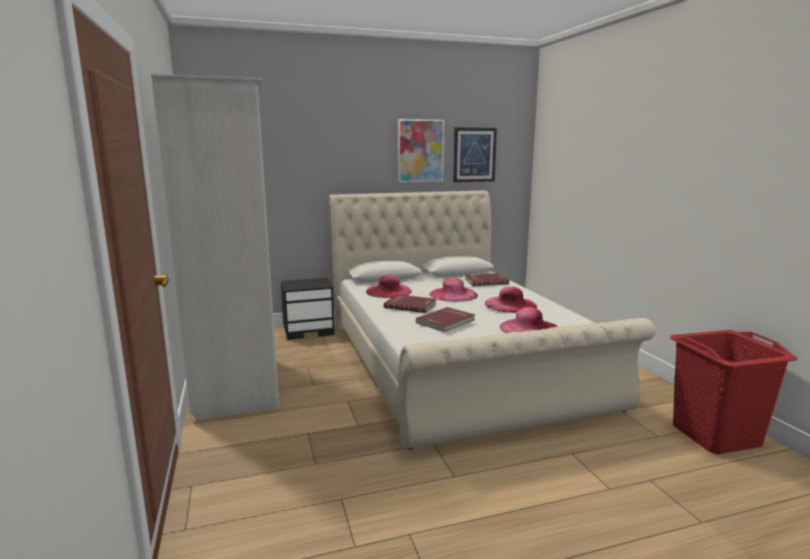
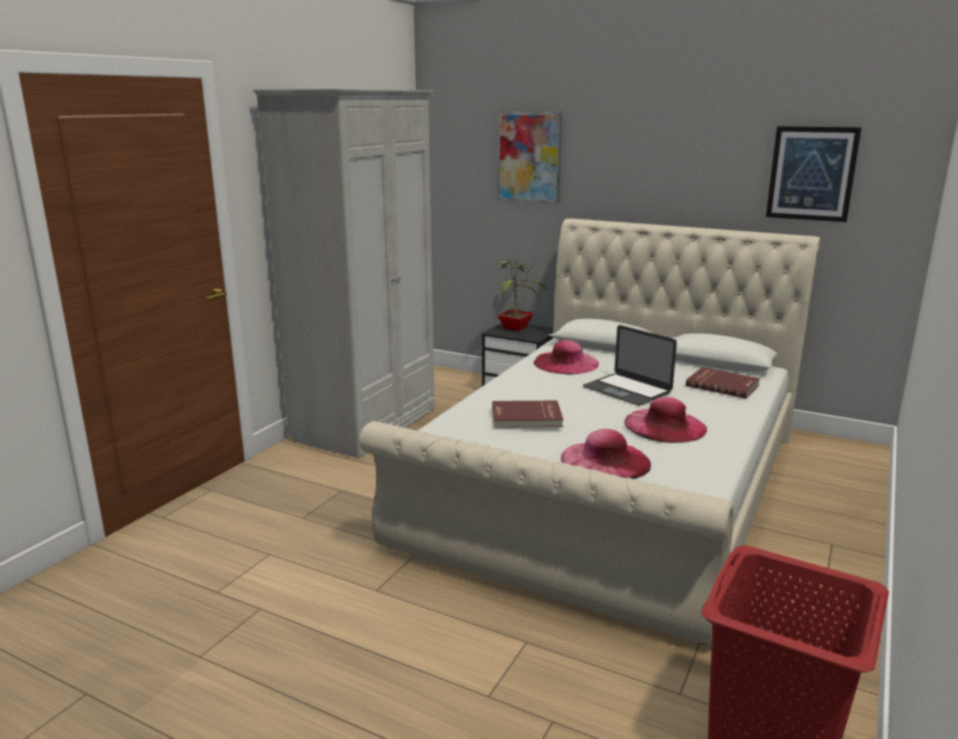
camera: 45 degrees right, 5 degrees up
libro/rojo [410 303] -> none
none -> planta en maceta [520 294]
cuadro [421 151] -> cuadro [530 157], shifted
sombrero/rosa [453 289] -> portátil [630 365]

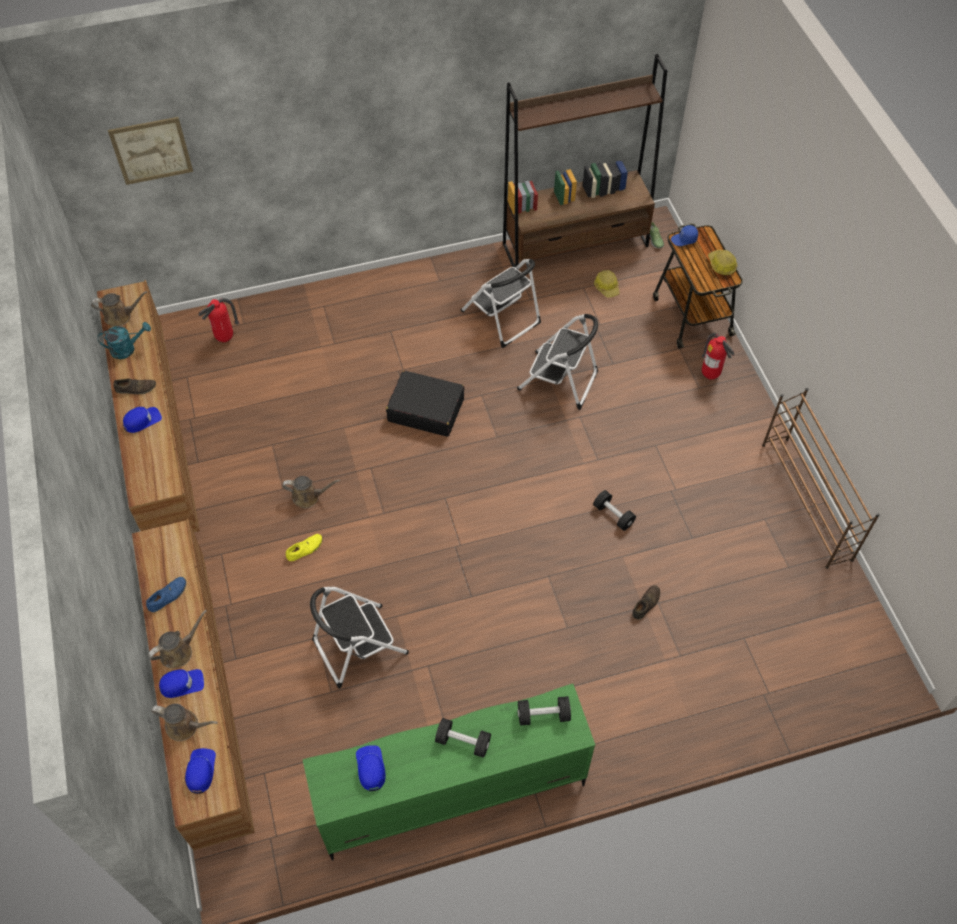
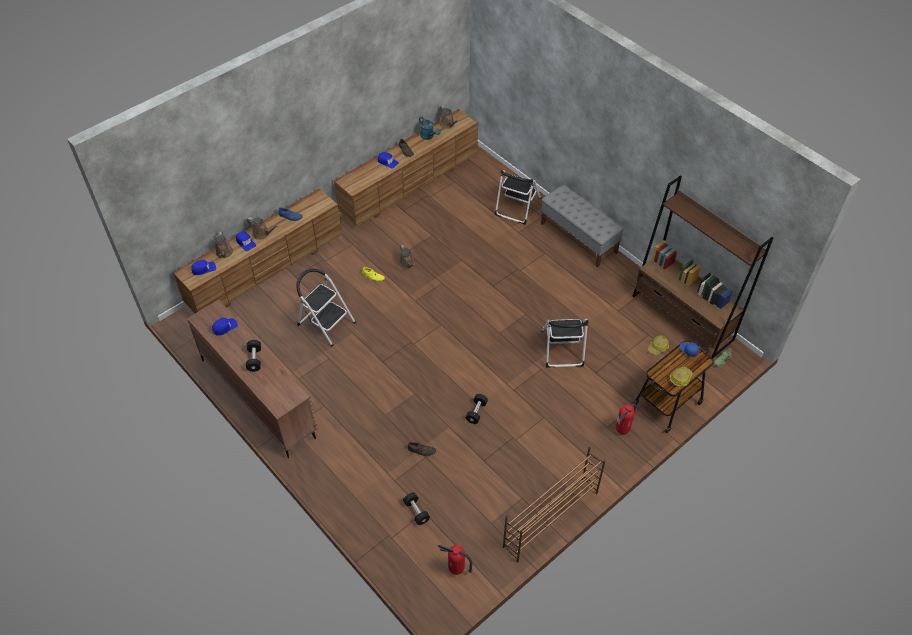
camera: 65 degrees right, 5 degrees down
cuadro [150 151] -> none
maleta/negro [425 404] -> none
none -> banco/gris [582 226]
extintor [218 320] -> extintor [454 560], shifted
escalera de tijera [501 303] -> escalera de tijera [518 197], shifted
mancuerna/negro [544 711] -> mancuerna/negro [416 508], shifted
cómoda/verde [448 772] -> cómoda/marrón [252 378]

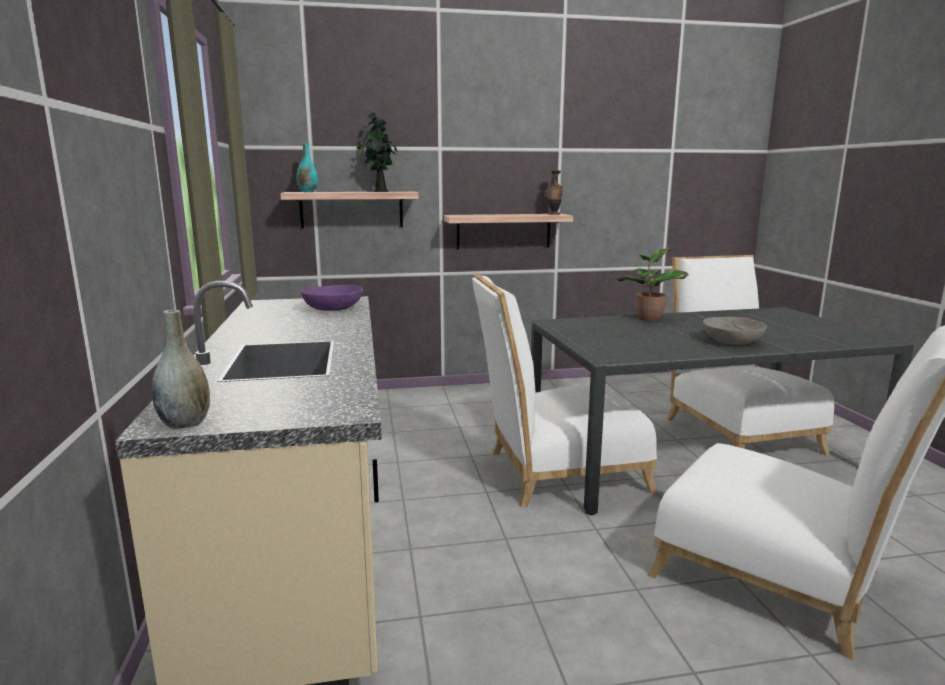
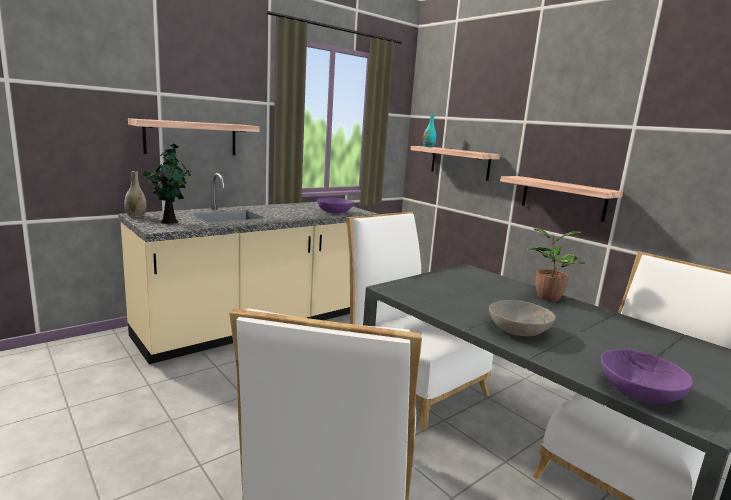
camera: 60 degrees right, 0 degrees up
florero [555 192] -> none
none -> estante [193 136]
none -> cuenco/morado [647 376]
planta en maceta [377 152] -> planta en maceta [166 184], shifted

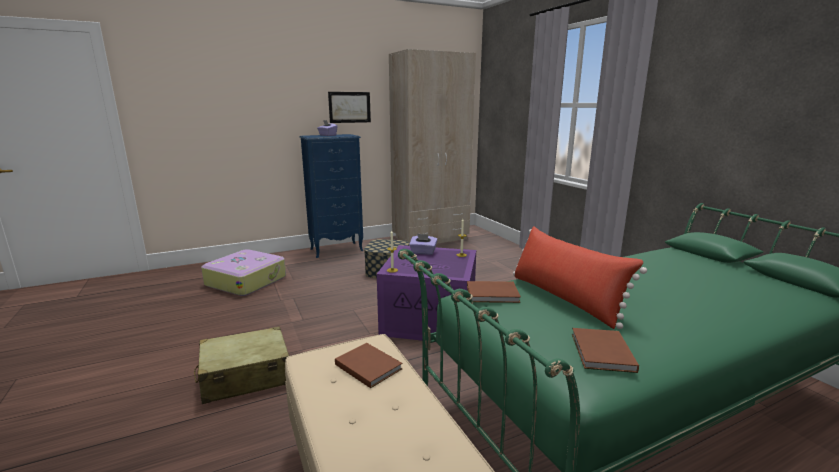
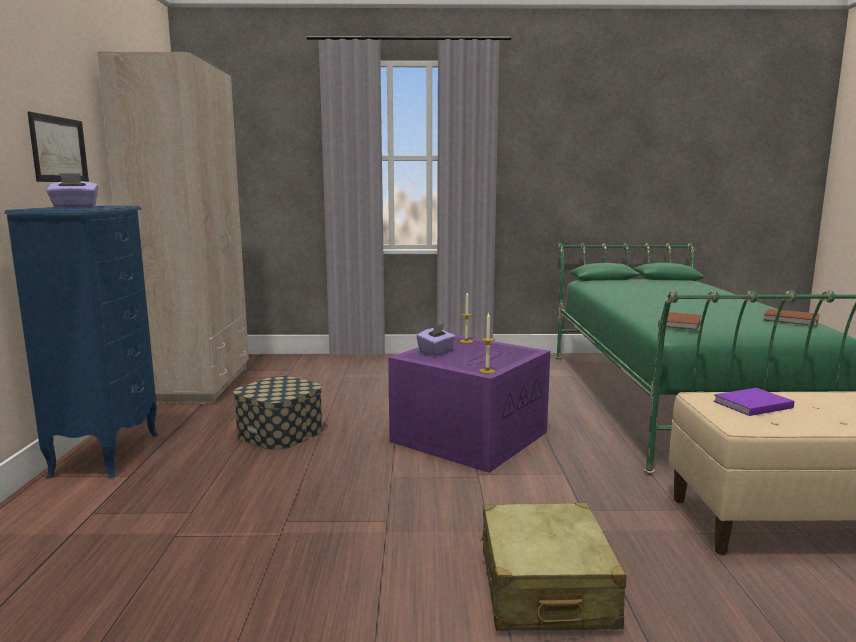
camera: 65 degrees left, 5 degrees down
maleta [243 272] -> none
cojín/rojo [580 277] -> none
libro/marrón [368 365] -> libro/morado [753 402]

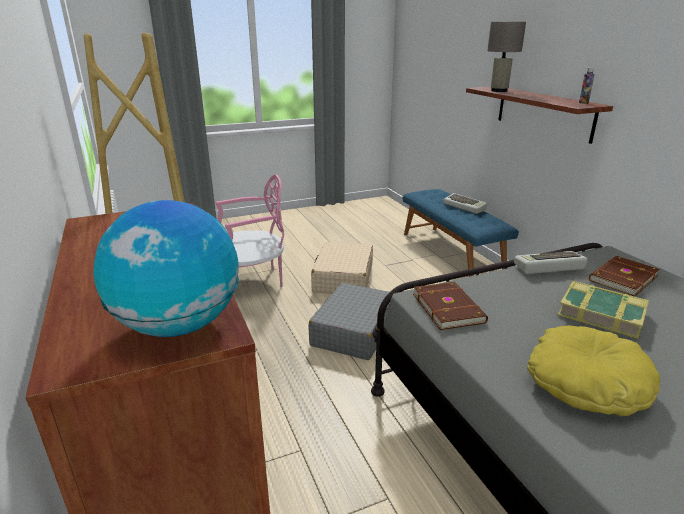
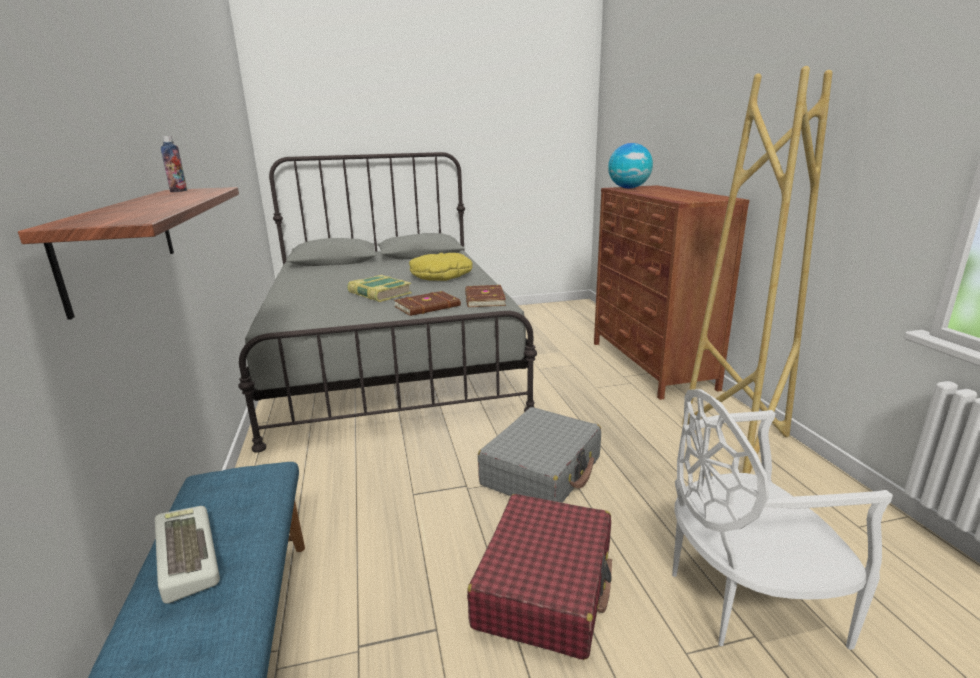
camera: 170 degrees left, 5 degrees down
lámpara de mesa/gris [507 57] -> none
teclado [551 262] -> none
libro/marrón [624 276] -> libro/marrón [427 303], shifted
silla/rosa [250 230] -> silla/blanco [782 519]
maleta/beis [342 268] -> maleta/rojo [539 577]

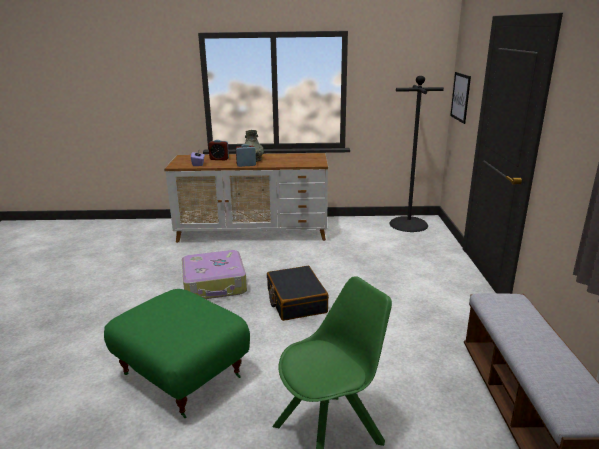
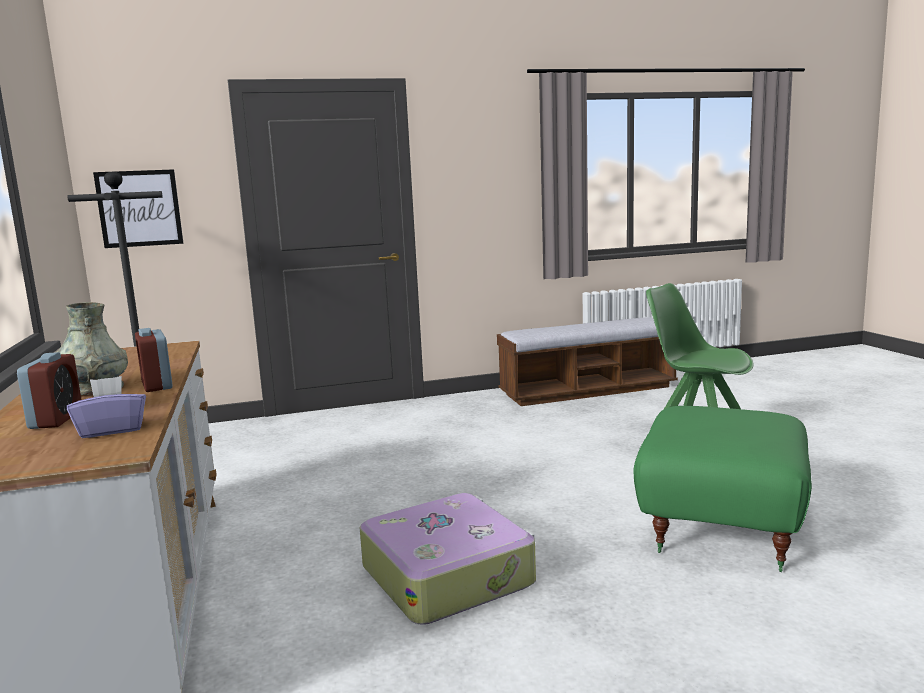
camera: 105 degrees left, 10 degrees down
maleta/negro [298 293] -> none

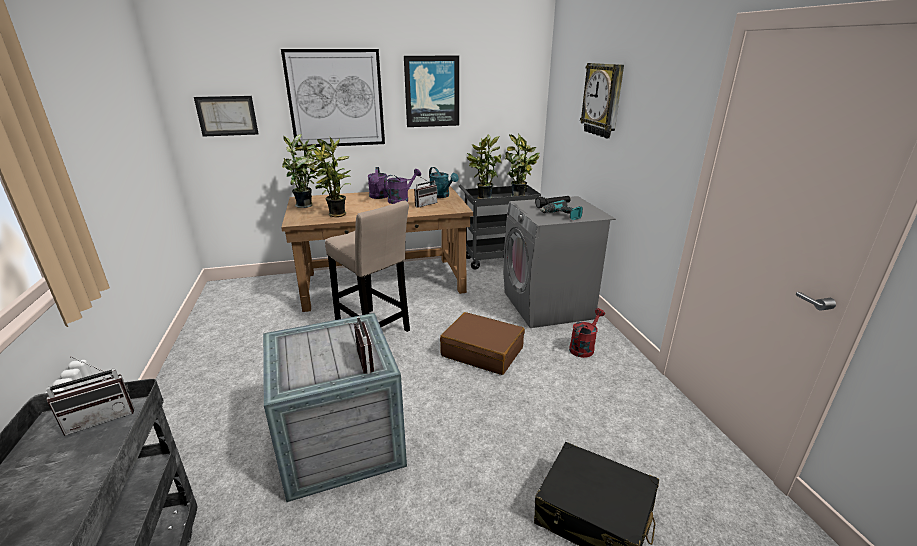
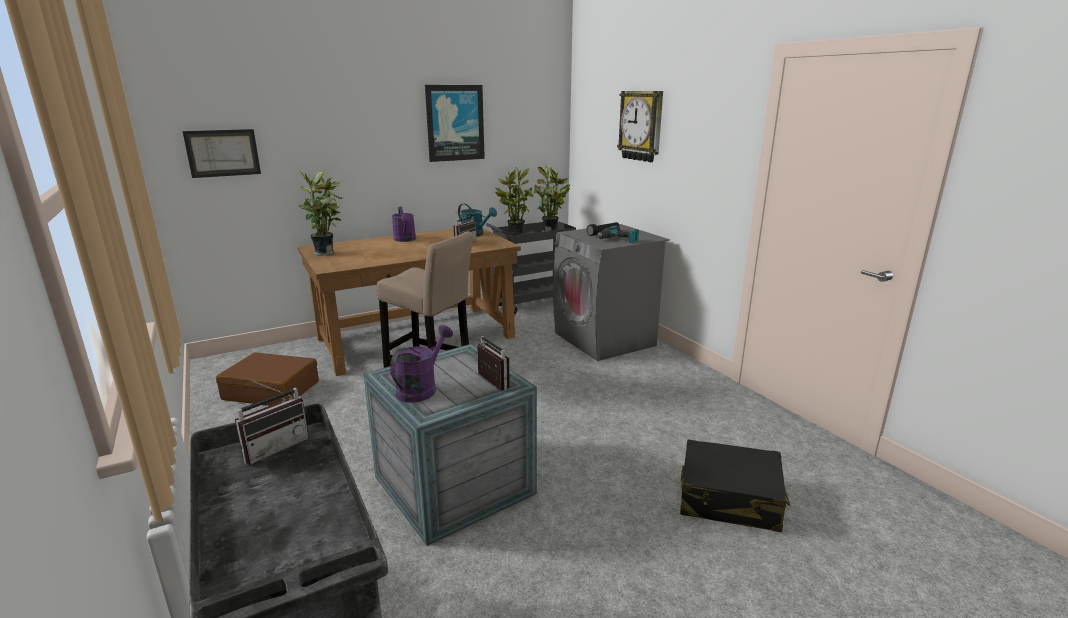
camera: 15 degrees left, 5 degrees down
cuadro [333 98] -> none
planta en maceta [329 177] -> none
regadera/rojo [587 333] -> none
regadera/morado [402 186] -> regadera/morado [421 364], shifted
maleta/marrón [482 343] -> maleta/marrón [267 379], shifted

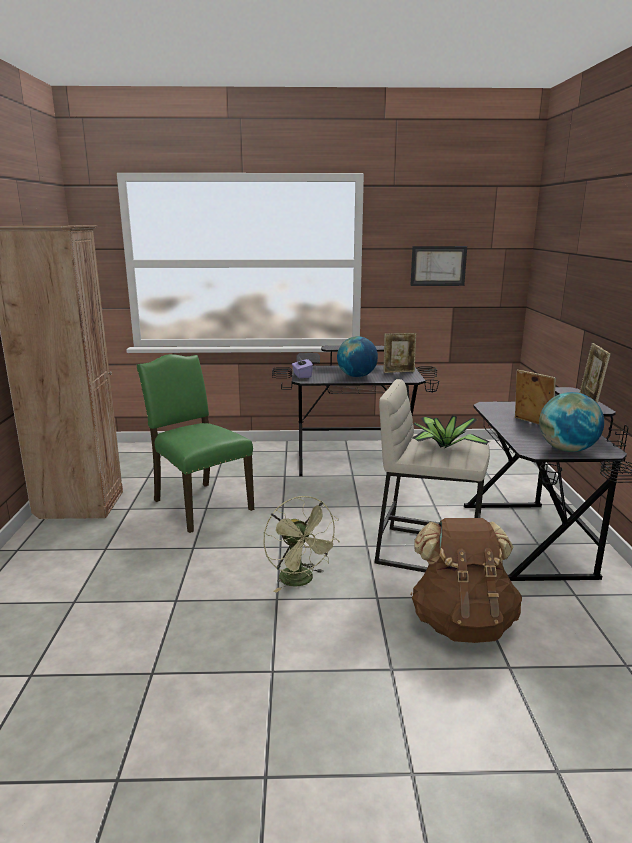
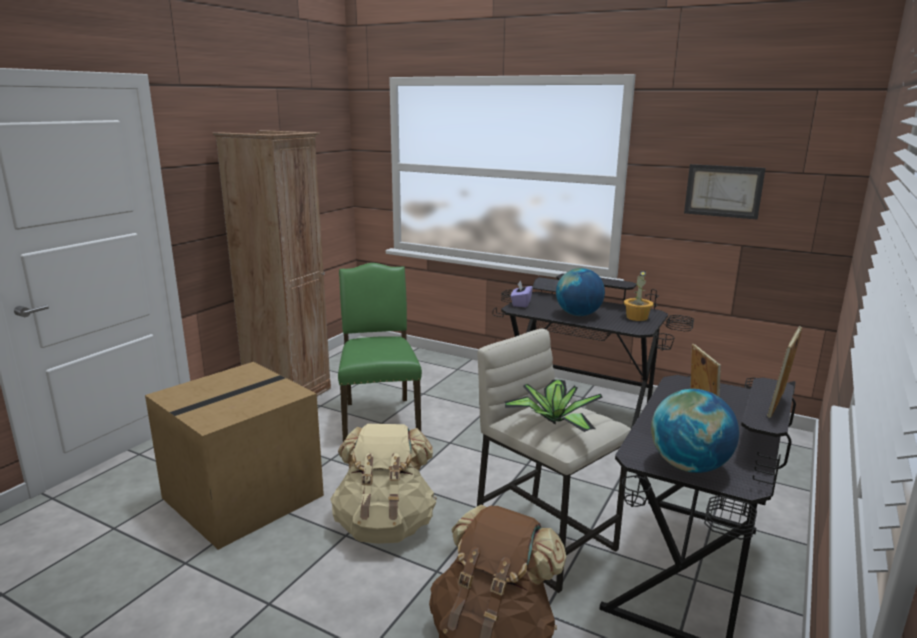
camera: 30 degrees right, 0 degrees up
none -> caja de cartón [234 456]
ventilador/verde [301 544] -> mochila/beis [383 484]
portarretratos [399 353] -> planta en maceta [639 296]

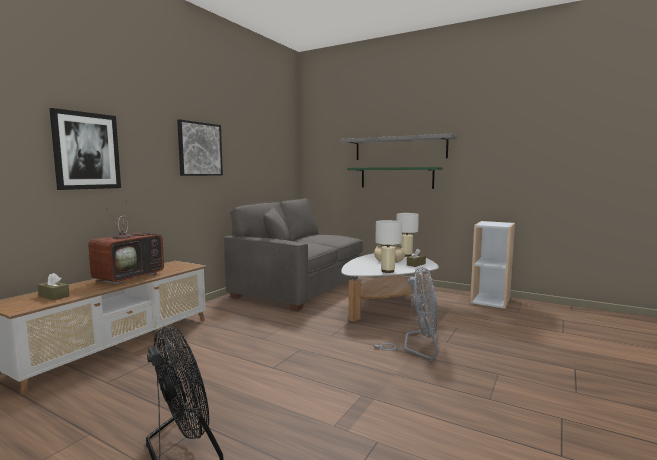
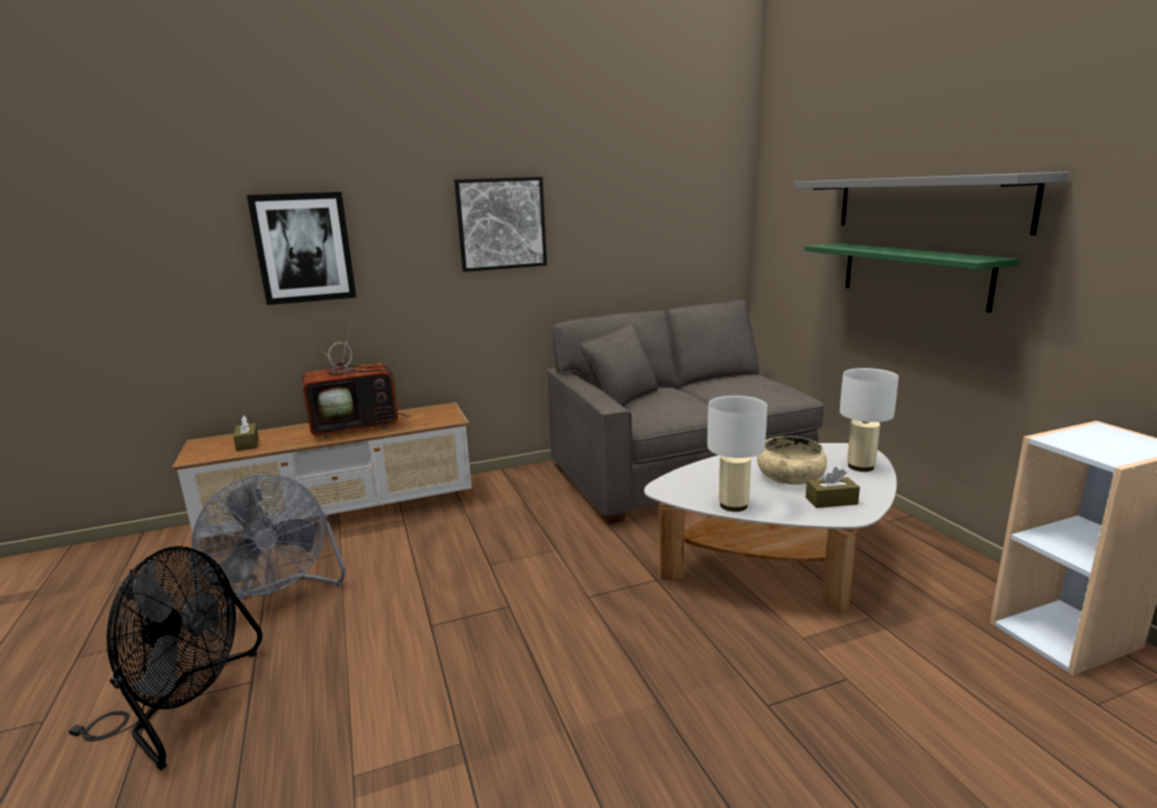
camera: 40 degrees right, 10 degrees up
ventilador/gris [406 314] -> ventilador/gris [267 554], shifted

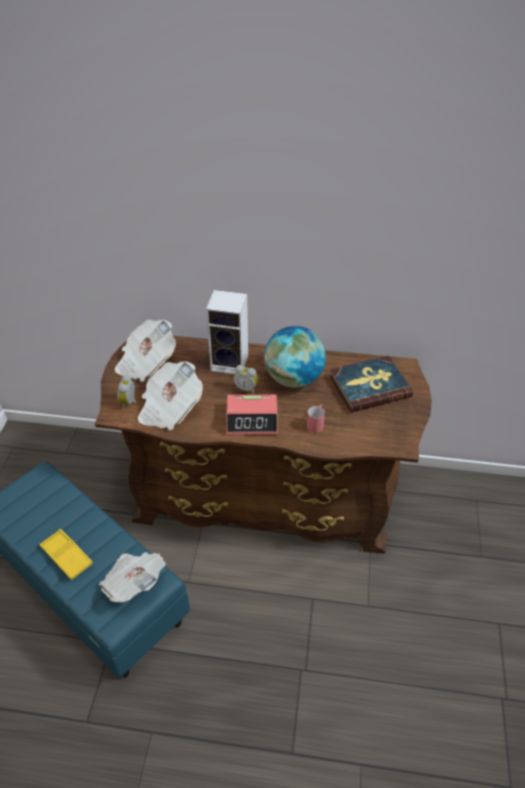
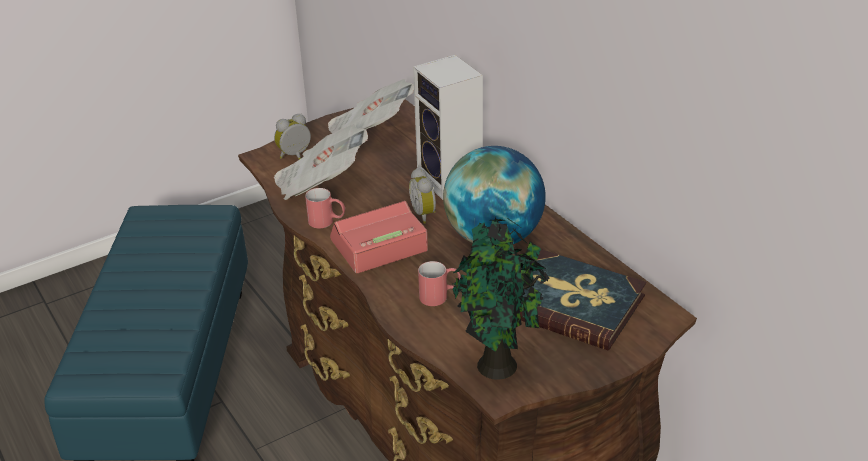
camera: 50 degrees right, 10 degrees down
bandeja/amarillo [66 554] -> none
periódico [132 577] -> none
none -> taza grande/rojo [325 208]
none -> planta en maceta [501 298]
despertador [252 414] -> despertador [379 237], 105 degrees clockwise

